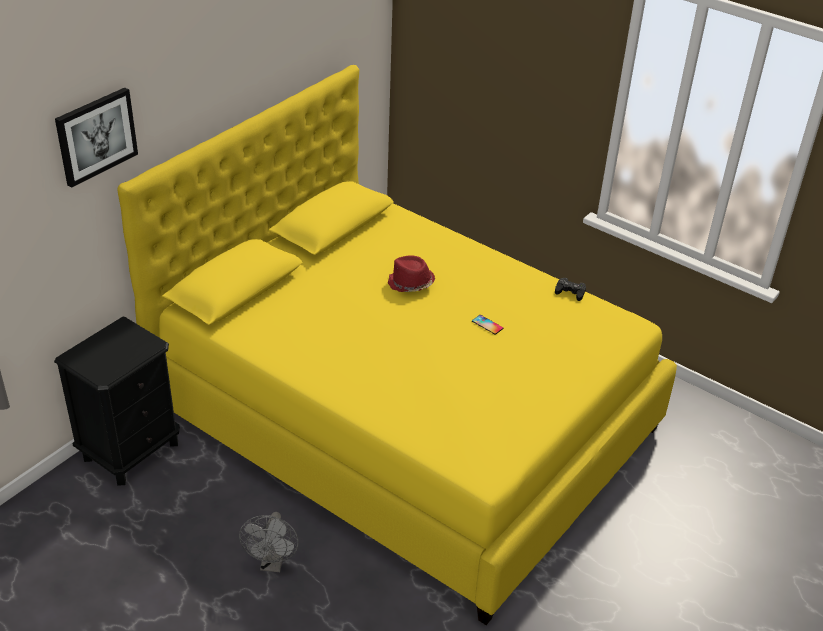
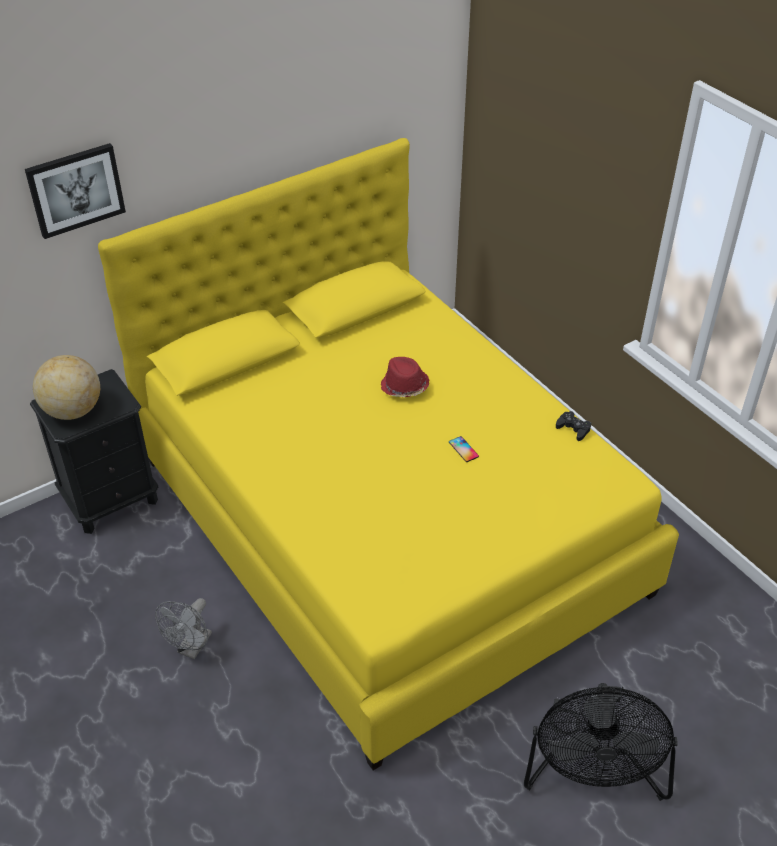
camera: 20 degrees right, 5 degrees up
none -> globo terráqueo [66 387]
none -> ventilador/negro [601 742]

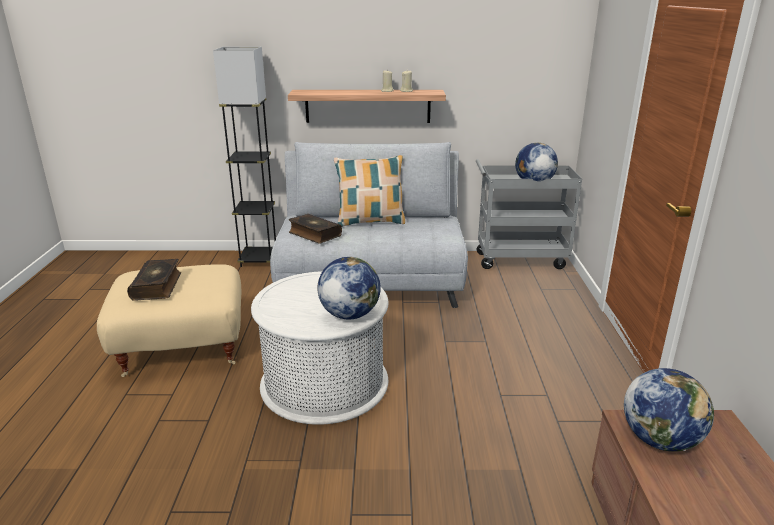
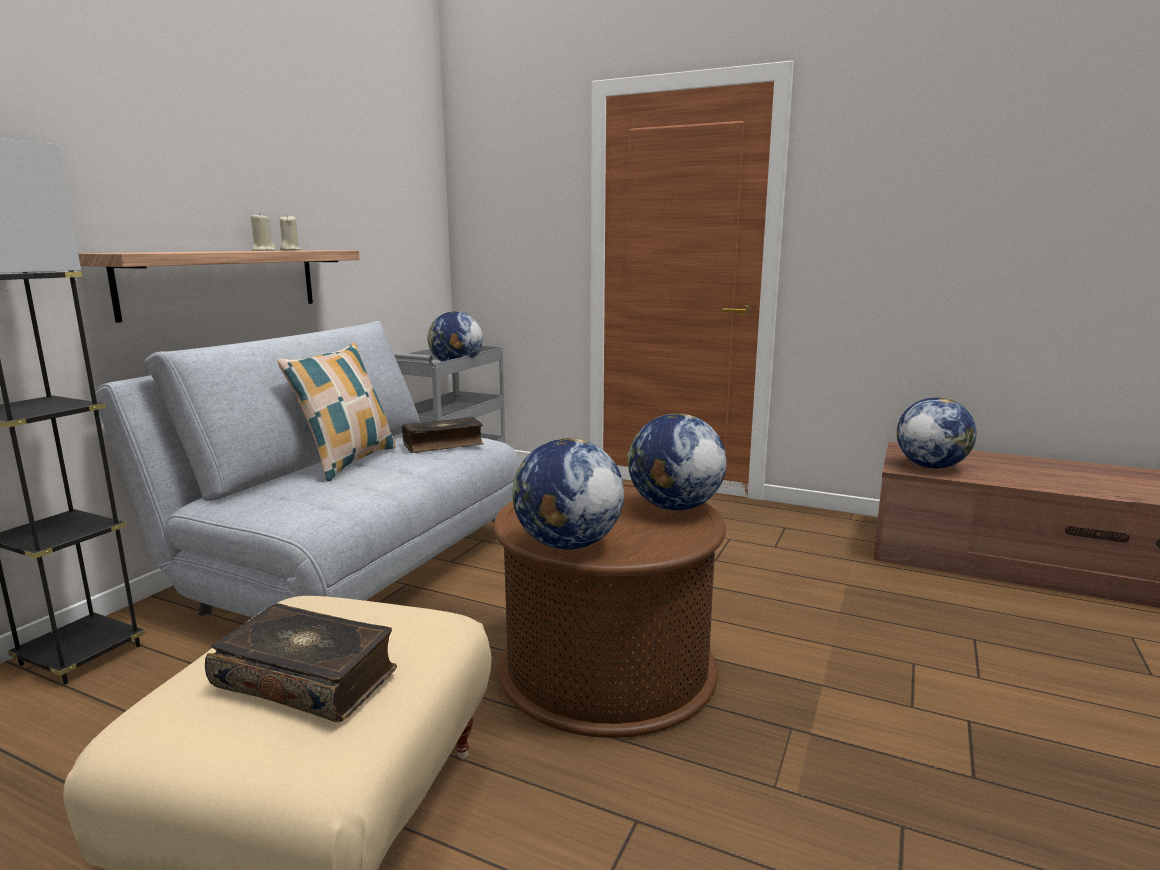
camera: 65 degrees left, 10 degrees down
none -> globo terráqueo [567 494]
libro [315 229] -> libro [442 435], shifted
mesa de centro/blanco [320 348] -> mesa de centro/marrón [609 610]

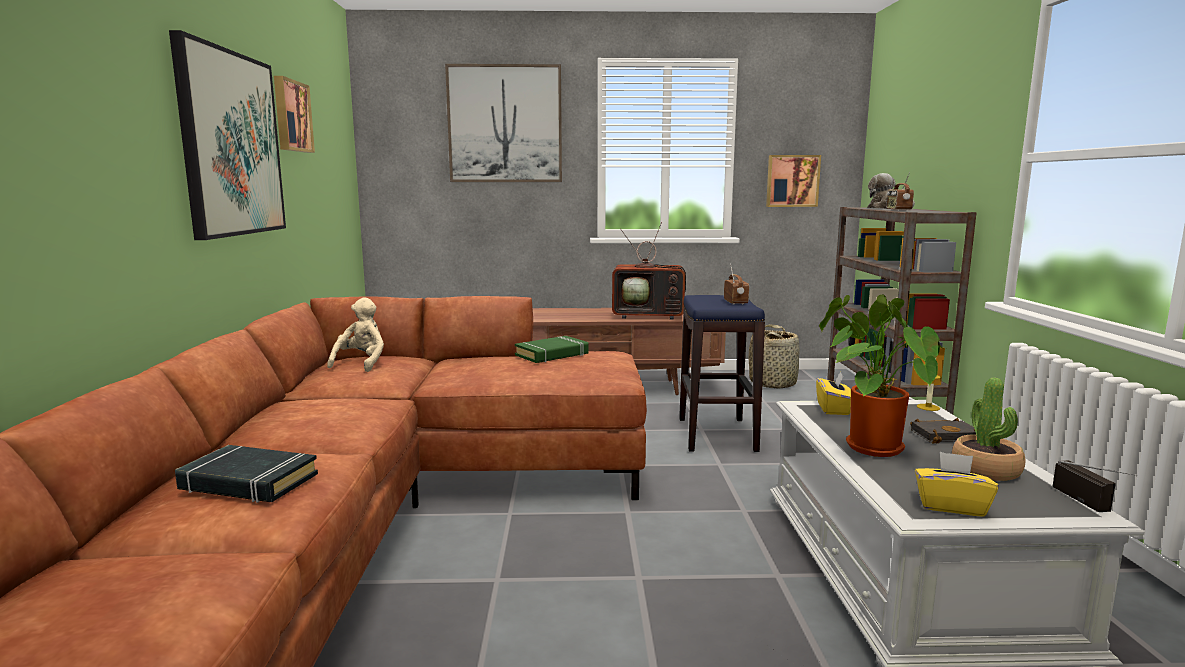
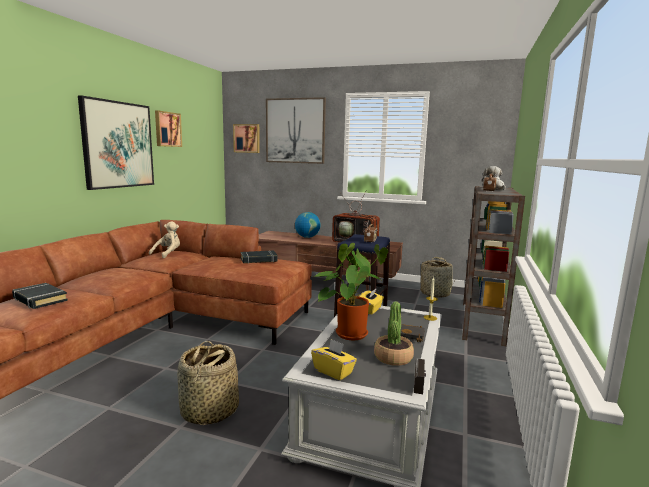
camera: 20 degrees right, 0 degrees up
none -> cesta [208 383]
none -> globo terráqueo [308 225]
cuadro [793 181] -> cuadro [246 138], shifted
libro/verde [552 349] -> libro/negro [259 257]

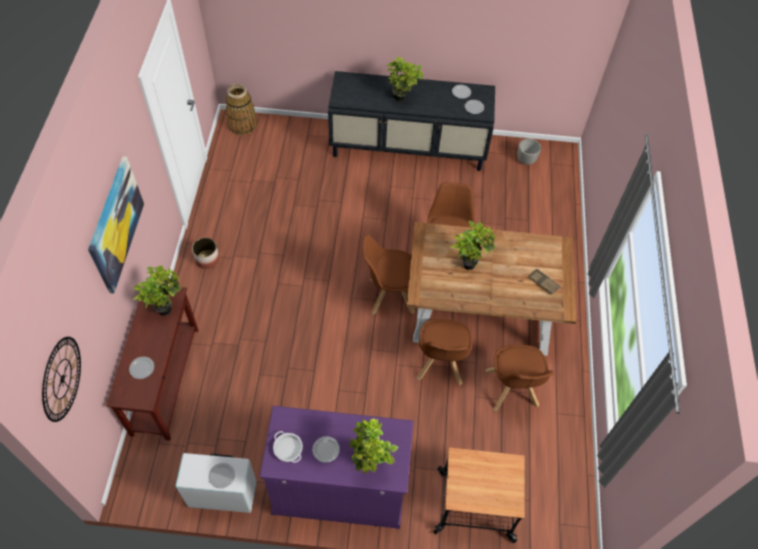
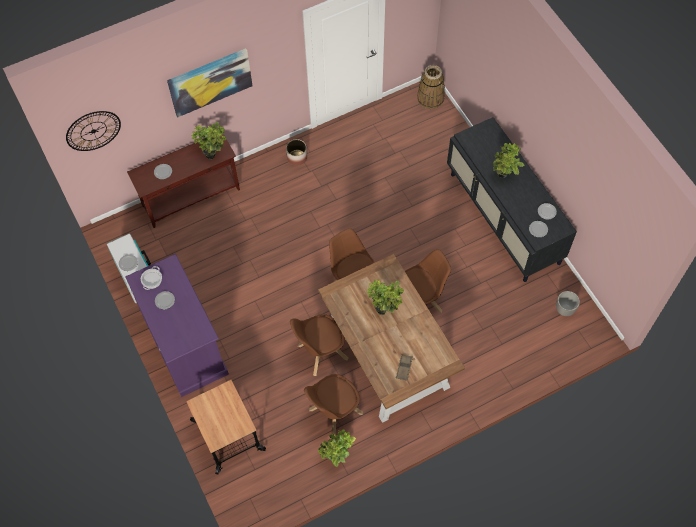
camera: 60 degrees right, 5 degrees up
planta en maceta [374 446] -> planta en maceta [337 448], shifted

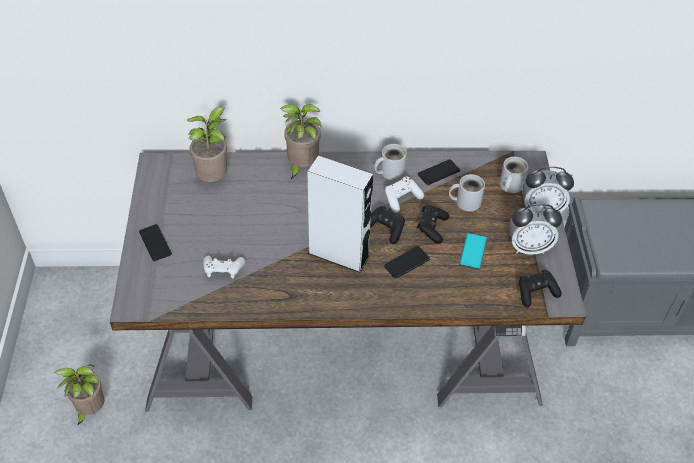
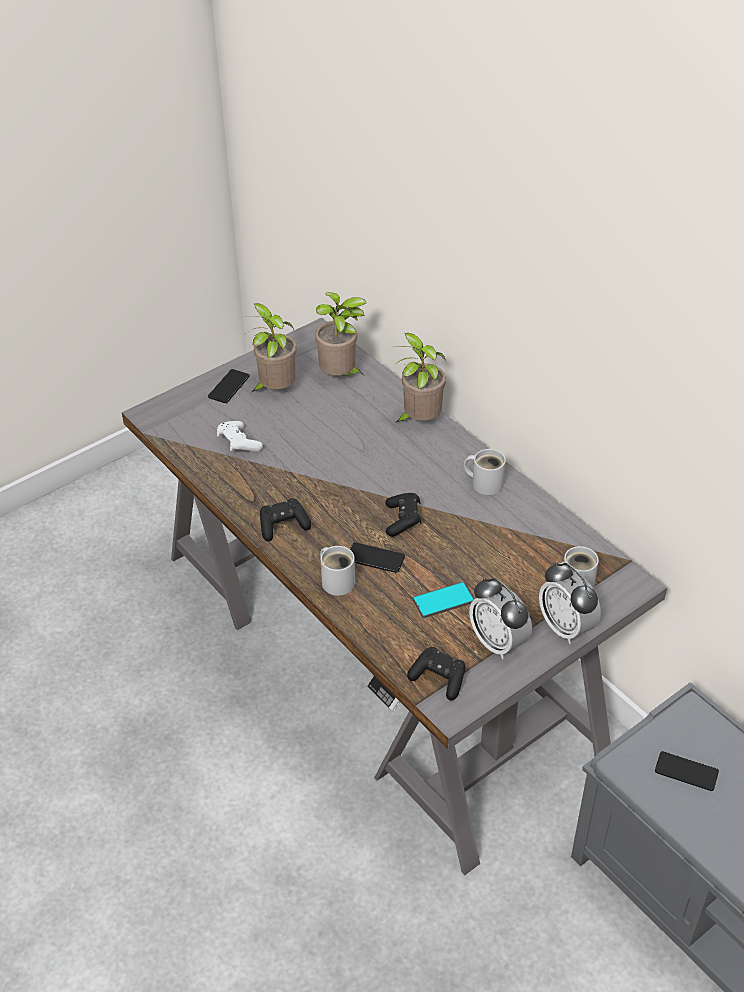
camera: 55 degrees right, 5 degrees down
altavoz/blanco [340 214] -> none
mando de consola/blanco [404 194] -> none
planta en maceta [80 395] -> planta en maceta [269 347], shifted
mando de consola/negro [433 224] -> mando de consola/negro [285 519], shifted
móvil [439 172] -> móvil [687 771], shifted
taza grande/blanco [467 192] -> taza grande/blanco [337 571], shifted

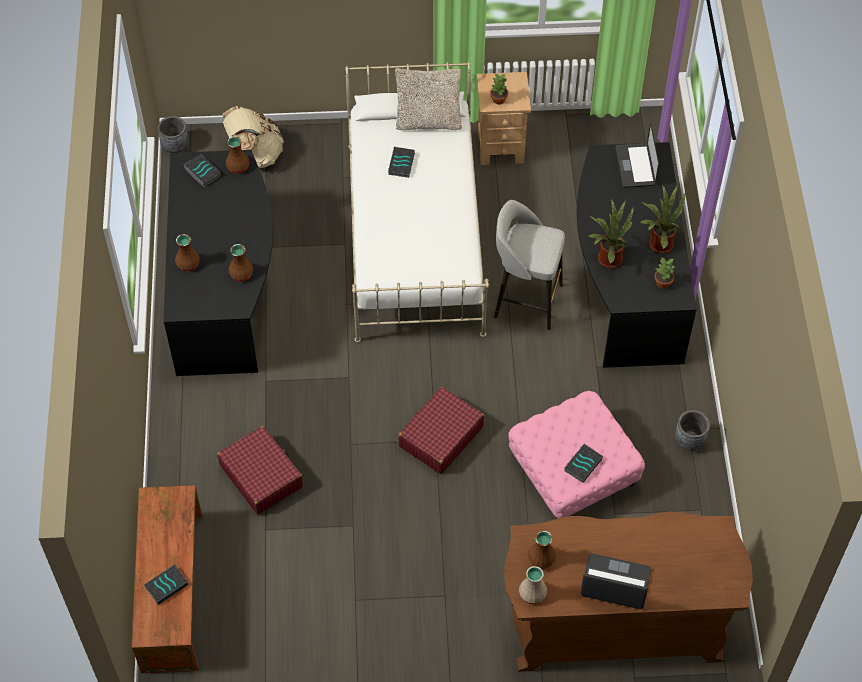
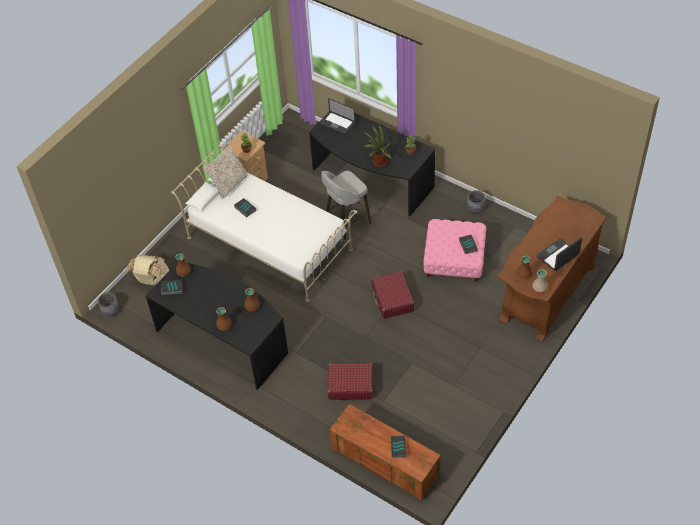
camera: 50 degrees left, 5 degrees down
planta en maceta [663 219] -> none

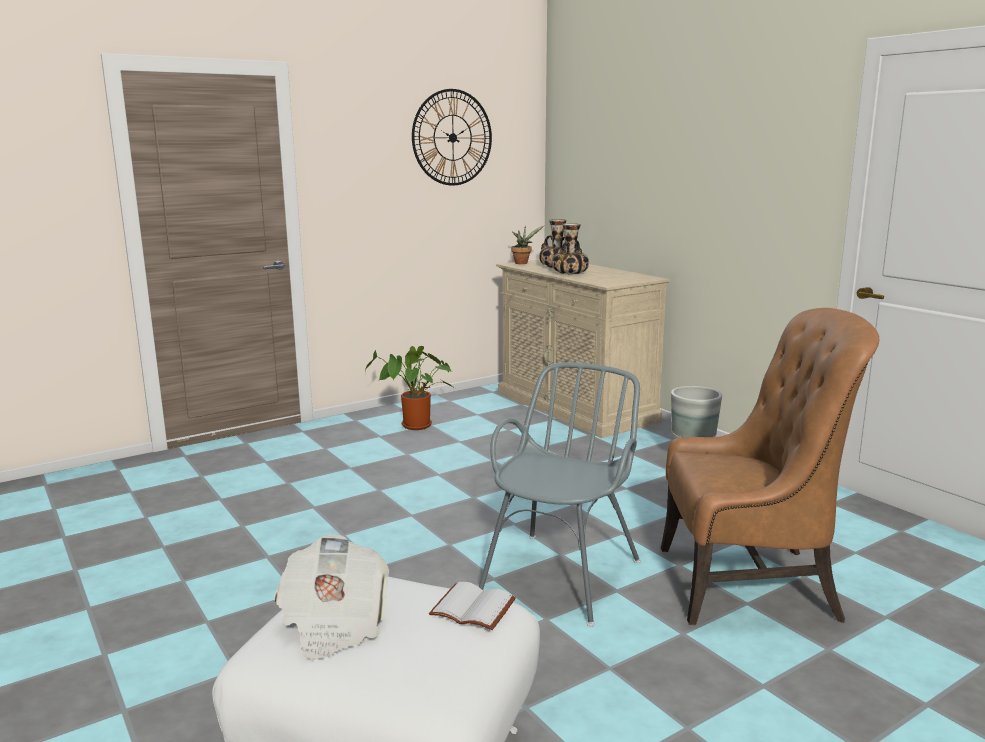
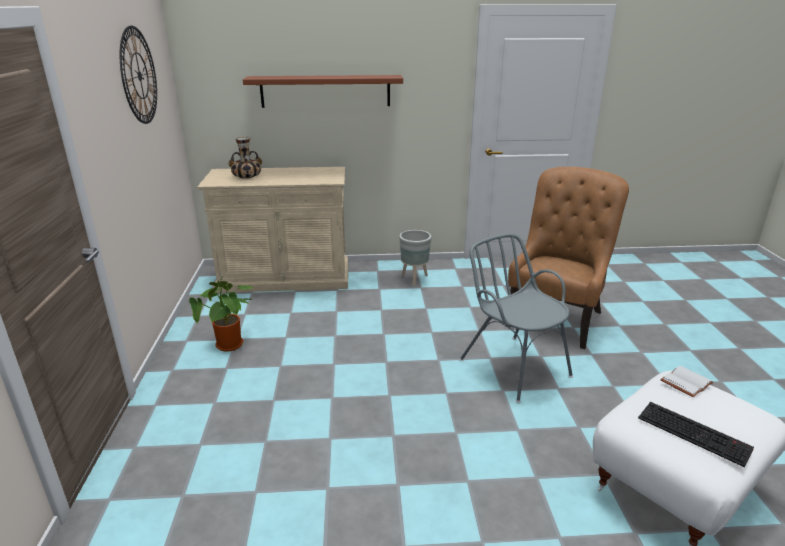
camera: 60 degrees left, 10 degrees up
planta en maceta [527 244] -> none
florero [570 248] -> none
none -> estante/marrón [323 91]
periódico [331 597] -> teclado [696 434]

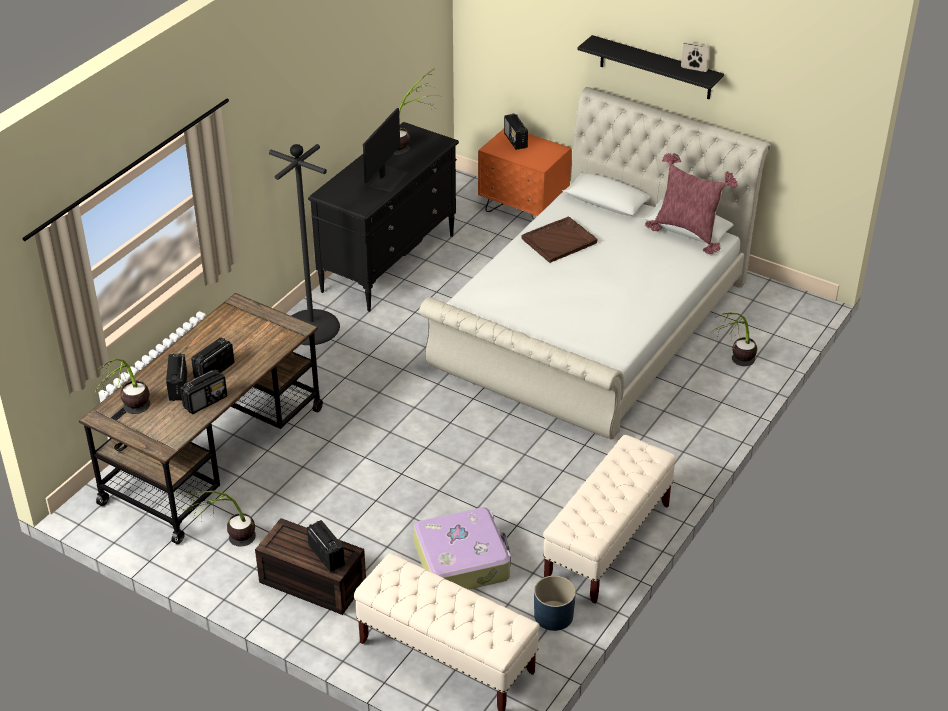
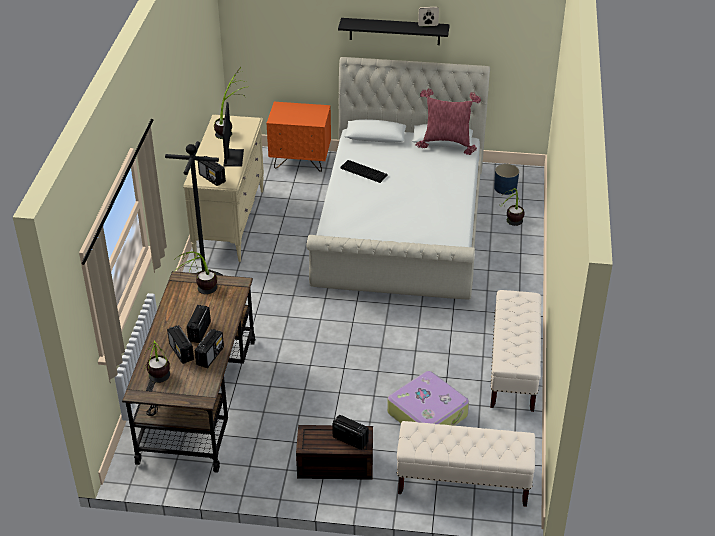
camera: 25 degrees left, 0 degrees up
planta en maceta [219 519] -> planta en maceta [195 272], shifted
radio [516 131] -> radio [212 171], shifted
maceta/azul [555 603] -> maceta/azul [506 179], shifted
bandeja/marrón [559 239] -> teclado [364 171]
cómoda/negro [383 217] -> cómoda/beis [223 188]

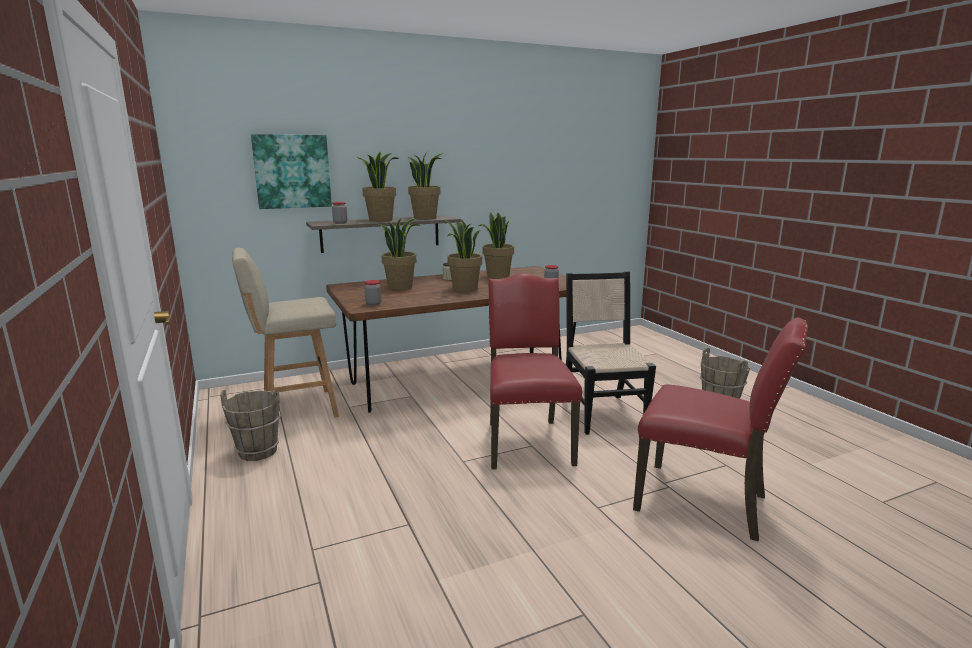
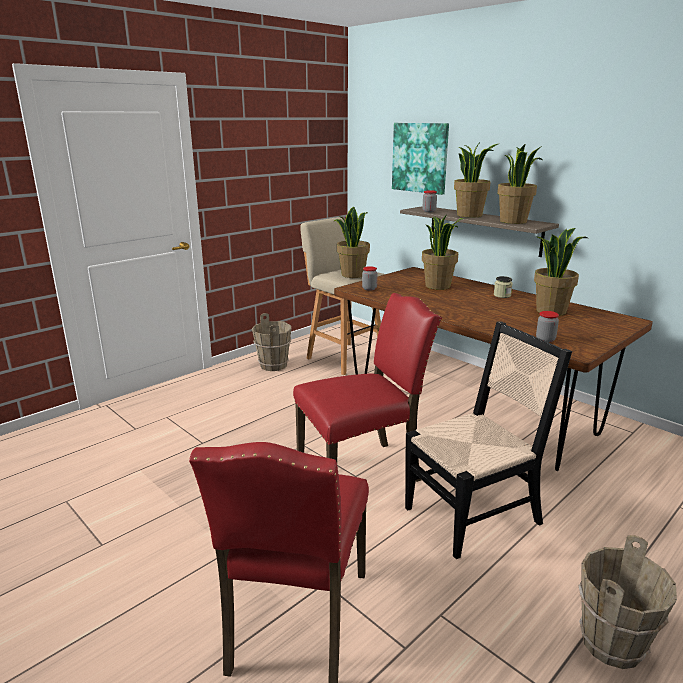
camera: 70 degrees right, 5 degrees up
planta en maceta [463 255] -> planta en maceta [352 242], shifted

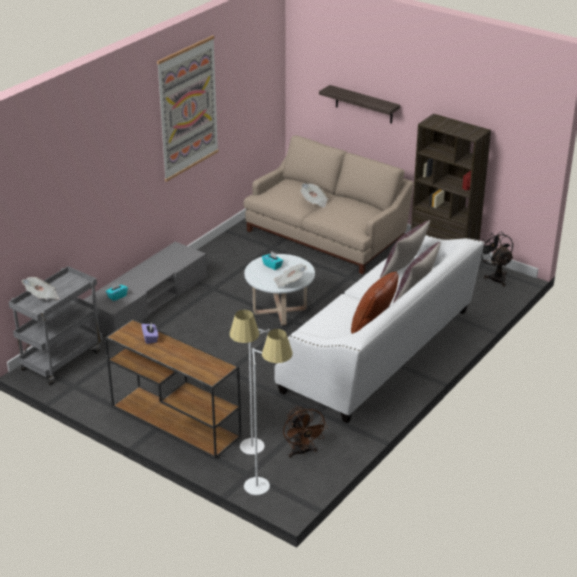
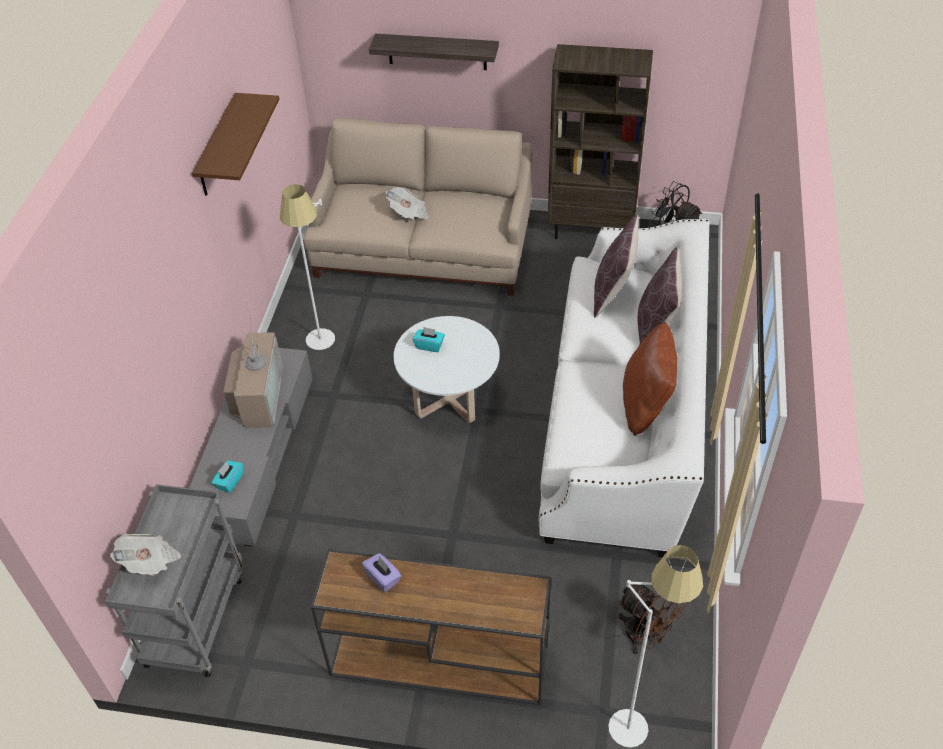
camera: 25 degrees left, 15 degrees up
periódico [290 275] -> none
none -> televisor [253 370]
lámpara de pie/blanco [250 382] -> lámpara de pie/blanco [307 267], shifted
cuadro [188 108] -> estante/marrón [235 144]

